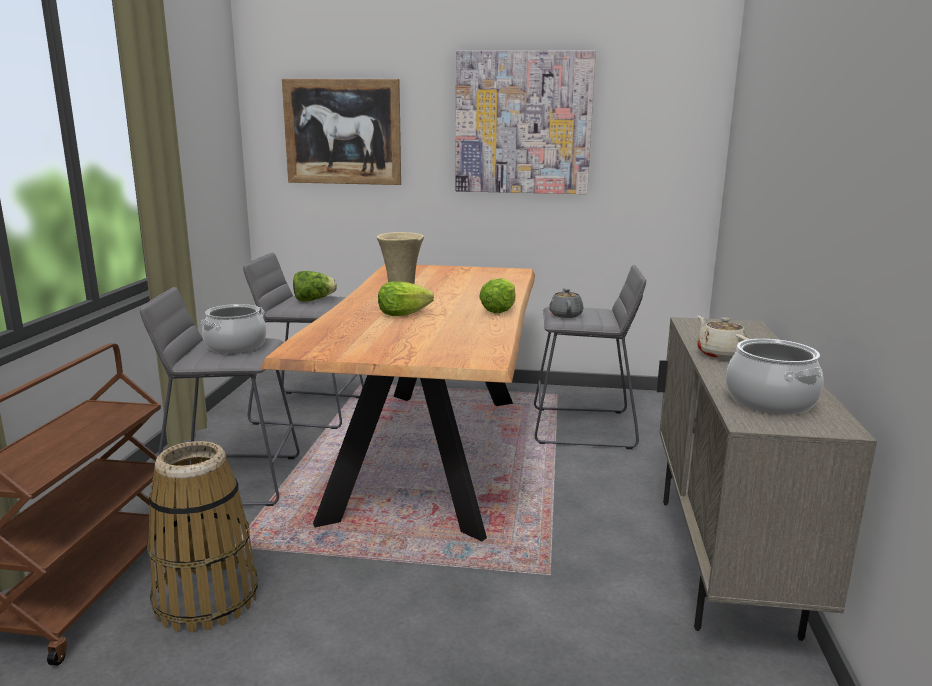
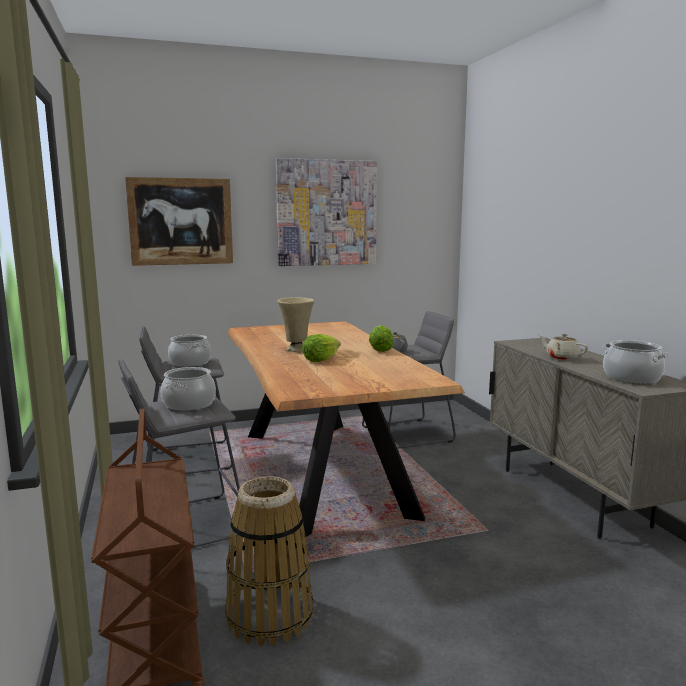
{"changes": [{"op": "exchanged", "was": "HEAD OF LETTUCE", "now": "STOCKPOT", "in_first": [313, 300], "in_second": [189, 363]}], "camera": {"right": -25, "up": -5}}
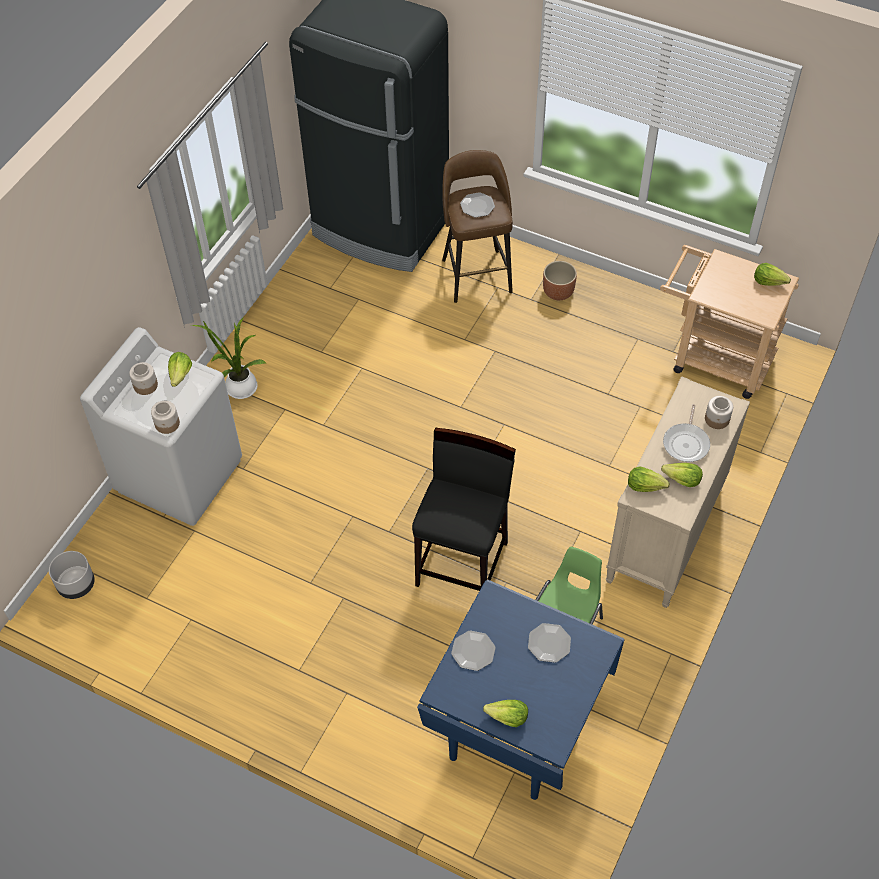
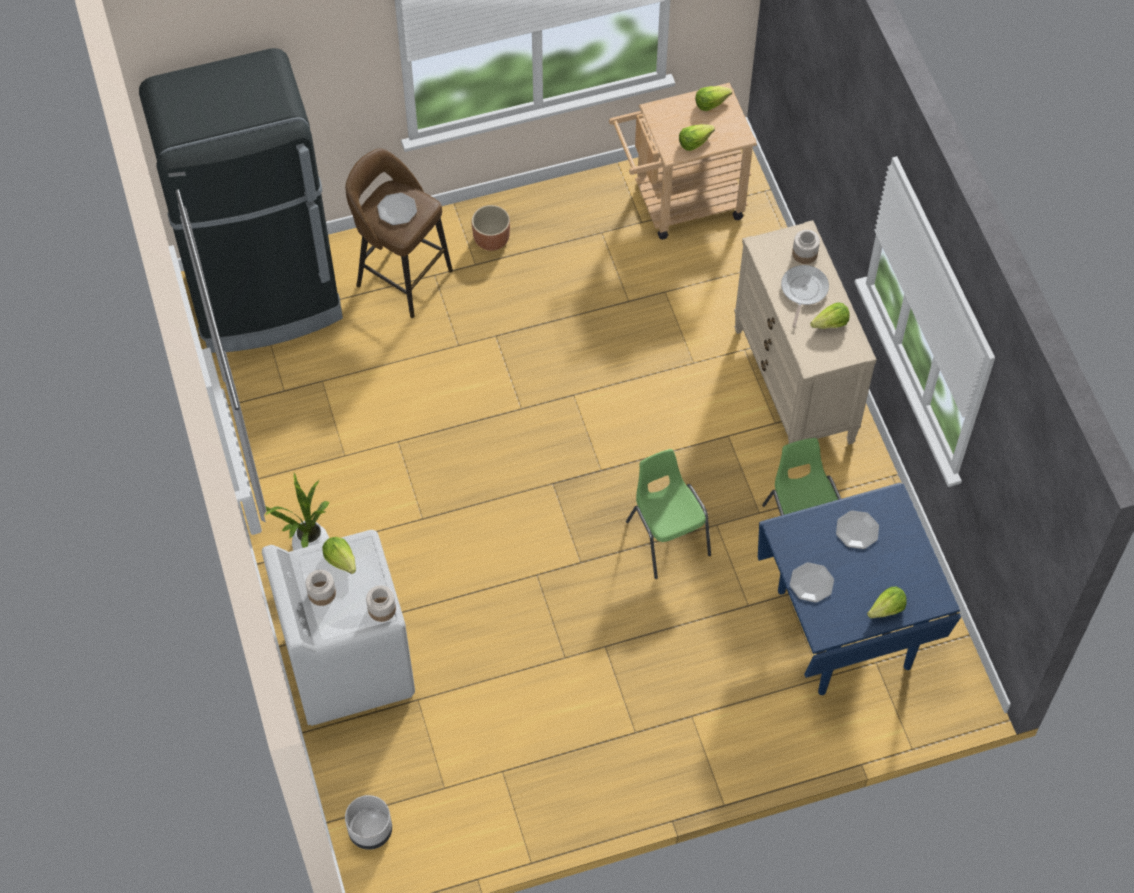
{"changes": [{"op": "exchanged", "was": "BLACK STOOL", "now": "GREENISH UPRIGHT CHAIR", "in_first": [463, 563], "in_second": [667, 538]}, {"op": "relocated", "was": "HEAD OF LETTUCE", "in_first": [645, 485], "in_second": [694, 141]}, {"op": "spun", "was": "FRYING PAN", "in_first": [686, 443], "in_second": [803, 291], "clockwise": -135}], "camera": {"right": -45, "up": 5}}
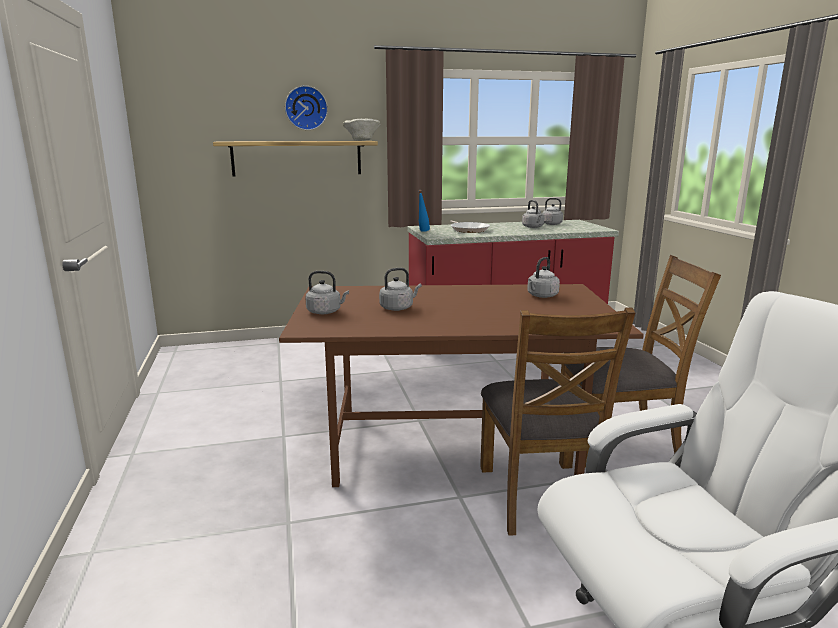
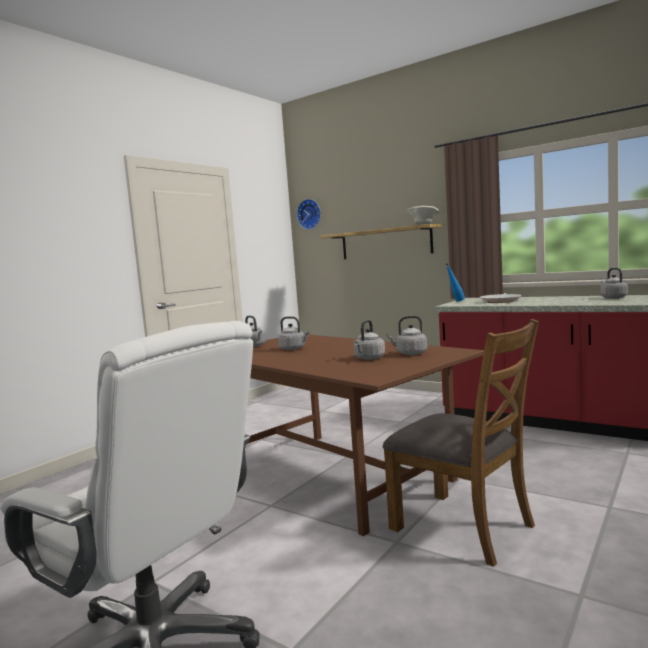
{"changes": [{"op": "relocated", "was": "CLOCK ON THE WALL", "in_first": [306, 108], "in_second": [310, 214]}, {"op": "relocated", "was": "GREY WATER KETTLE", "in_first": [533, 227], "in_second": [369, 358]}, {"op": "missing", "was": "BROWN-COLOURED UPRIGHT CHAIR", "in_first": [540, 496]}], "camera": {"right": 50, "up": -10}}
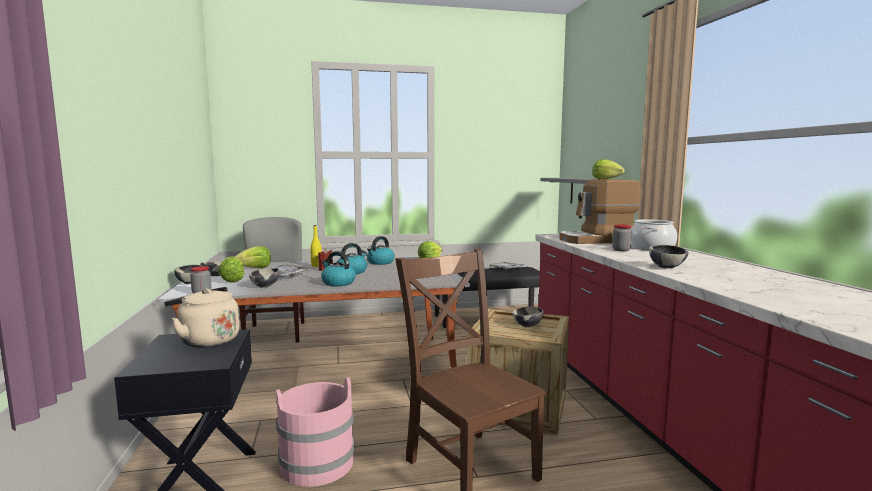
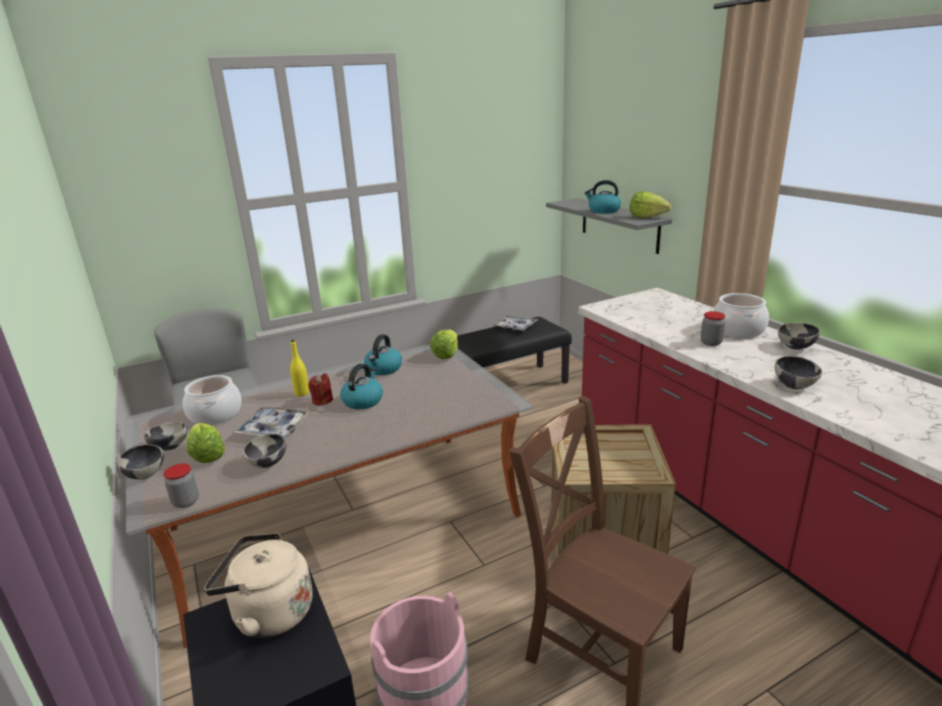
{"changes": [{"op": "exchanged", "was": "HEAD OF LETTUCE", "now": "STOCKPOT", "in_first": [255, 268], "in_second": [215, 414]}, {"op": "relocated", "was": "WATER KETTLE", "in_first": [337, 283], "in_second": [603, 211]}, {"op": "relocated", "was": "SERVING BOWL", "in_first": [527, 326], "in_second": [796, 347]}, {"op": "missing", "was": "COFFEE BREWER", "in_first": [597, 240]}], "camera": {"right": -15, "up": 15}}
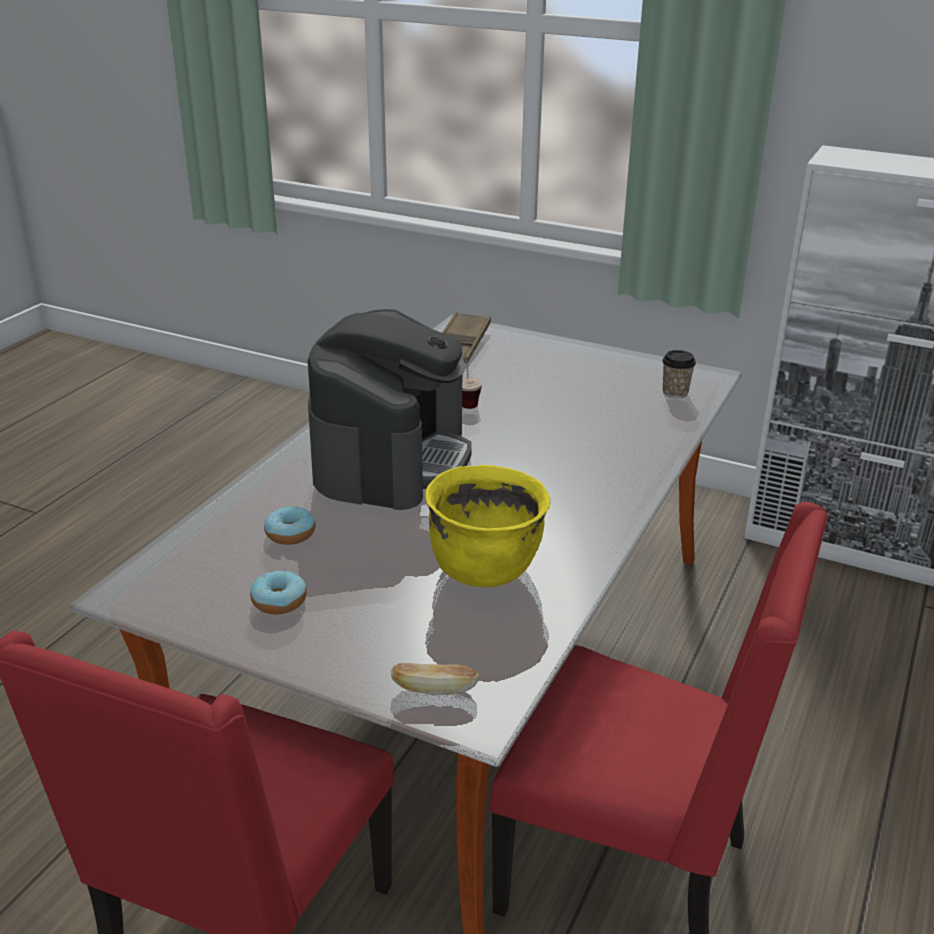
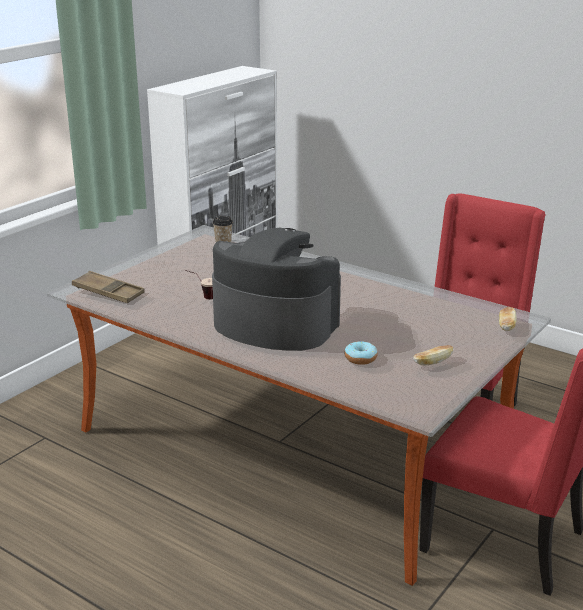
{"changes": [{"op": "exchanged", "was": "DONUT", "now": "BAKED BREAD", "in_first": [279, 601], "in_second": [432, 363]}, {"op": "missing", "was": "YELLOW-COLOURED STOCKPOT", "in_first": [485, 568]}], "camera": {"right": -80, "up": -5}}
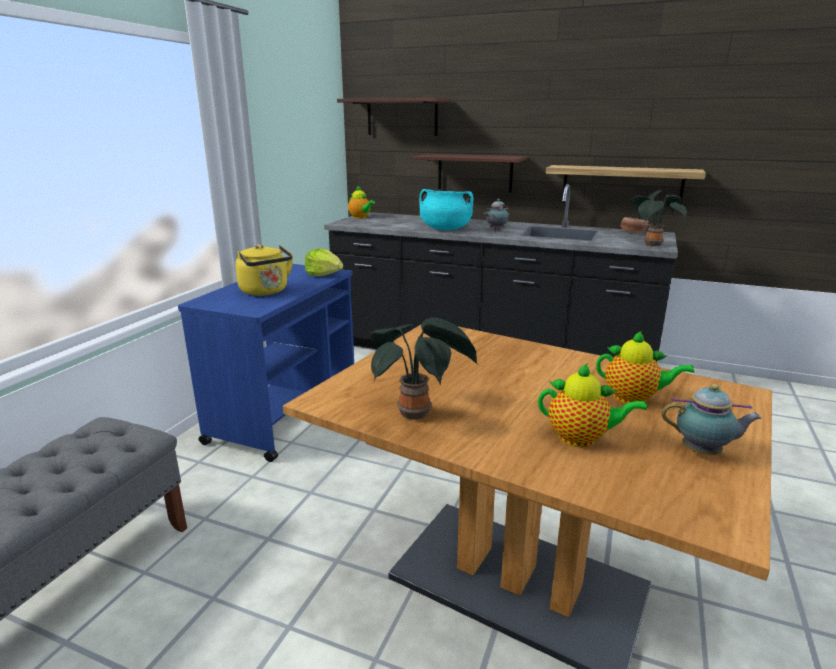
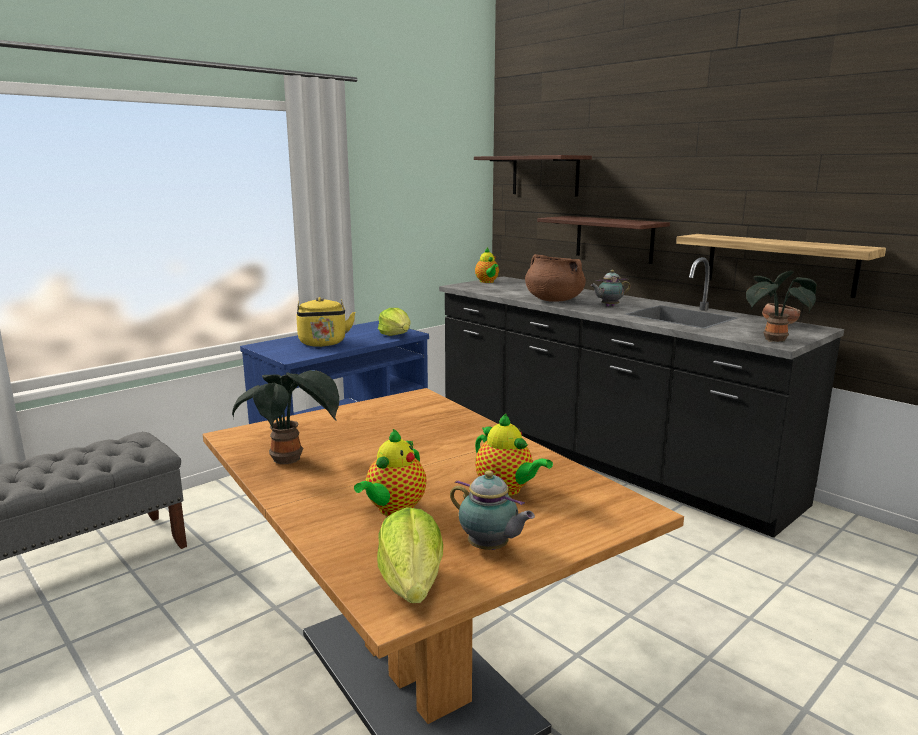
{"changes": [{"op": "spun", "was": "TEA POT", "in_first": [581, 438], "in_second": [393, 509], "clockwise": 75}, {"op": "appeared", "now": "HEAD OF LETTUCE", "in_second": [412, 585]}, {"op": "colour", "was": "TURQUOISE STOCKPOT", "now": "BROWN-COLOURED STOCKPOT", "in_first": [445, 229], "in_second": [553, 300]}], "camera": {"right": 25, "up": -5}}
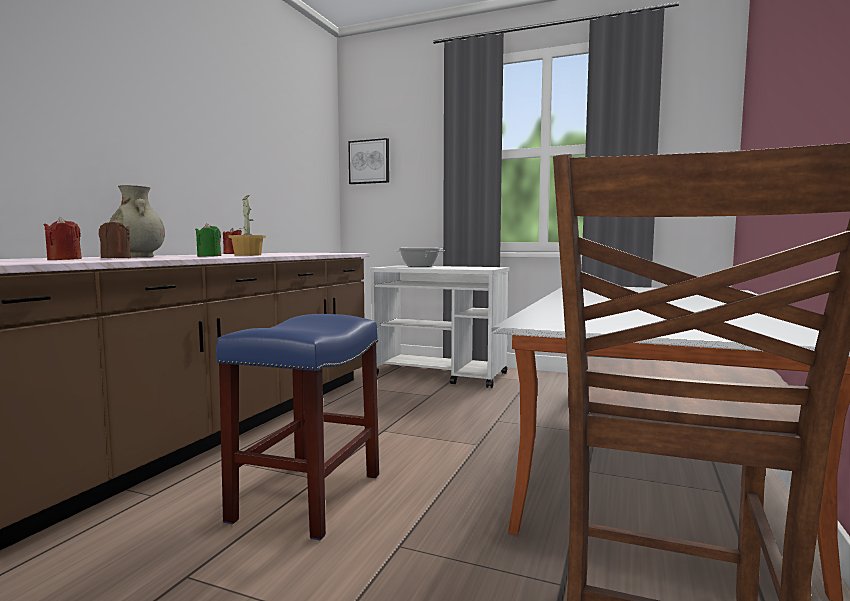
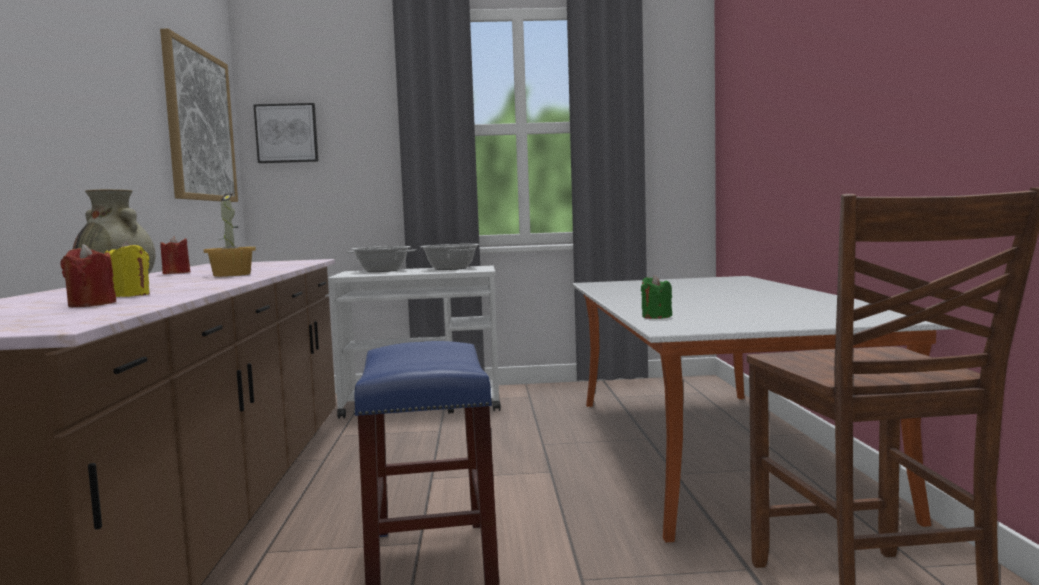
{"changes": [{"op": "colour", "was": "BROWN-COLOURED WAX LIGHT", "now": "YELLOW-COLOURED WAX LIGHT", "in_first": [116, 258], "in_second": [129, 296]}, {"op": "appeared", "now": "PICTURE", "in_second": [199, 125]}, {"op": "appeared", "now": "STOCKPOT", "in_second": [451, 268]}, {"op": "relocated", "was": "GREENISH WAX LIGHT", "in_first": [209, 256], "in_second": [656, 316]}], "camera": {"right": -25, "up": 0}}
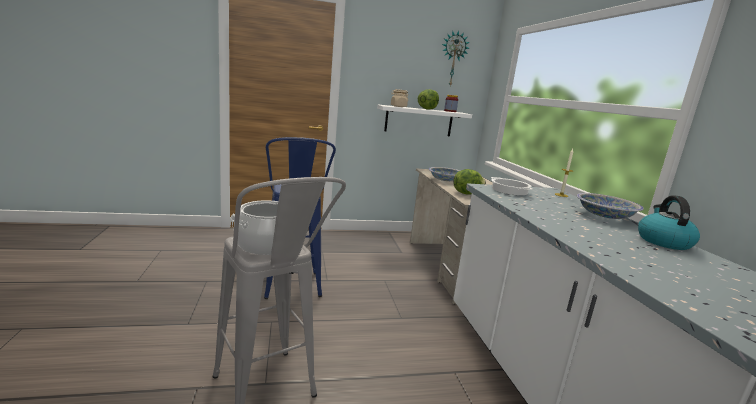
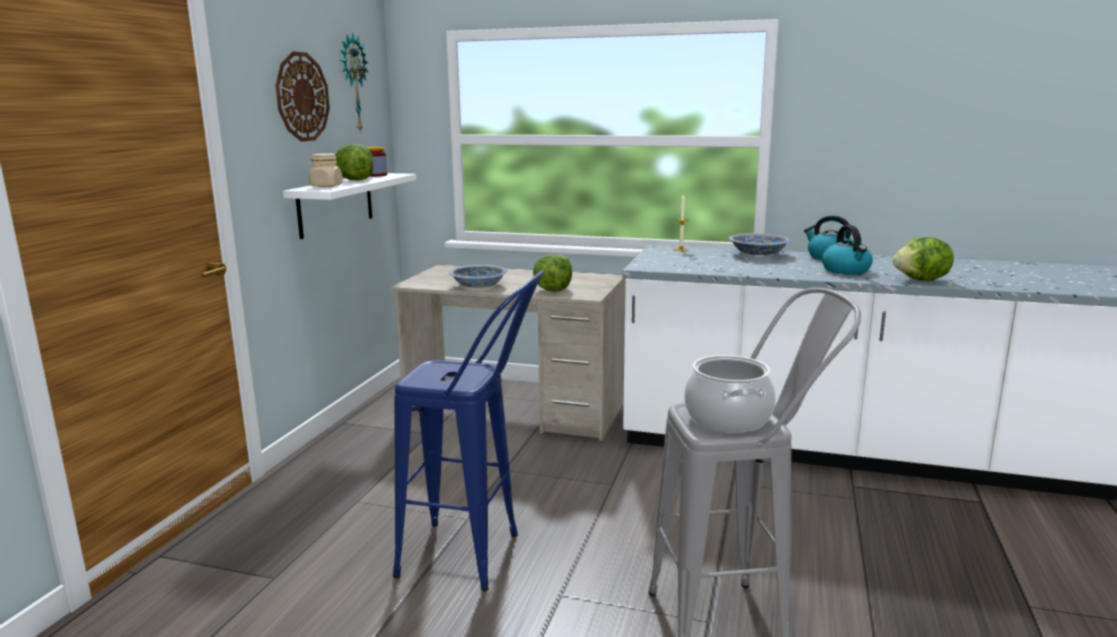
{"changes": [{"op": "appeared", "now": "CLOCK ON THE WALL", "in_second": [302, 97]}, {"op": "appeared", "now": "WATER KETTLE", "in_second": [846, 270]}, {"op": "appeared", "now": "HEAD OF LETTUCE", "in_second": [922, 280]}, {"op": "missing", "was": "STOCKPOT", "in_first": [510, 190]}], "camera": {"right": -60, "up": 0}}
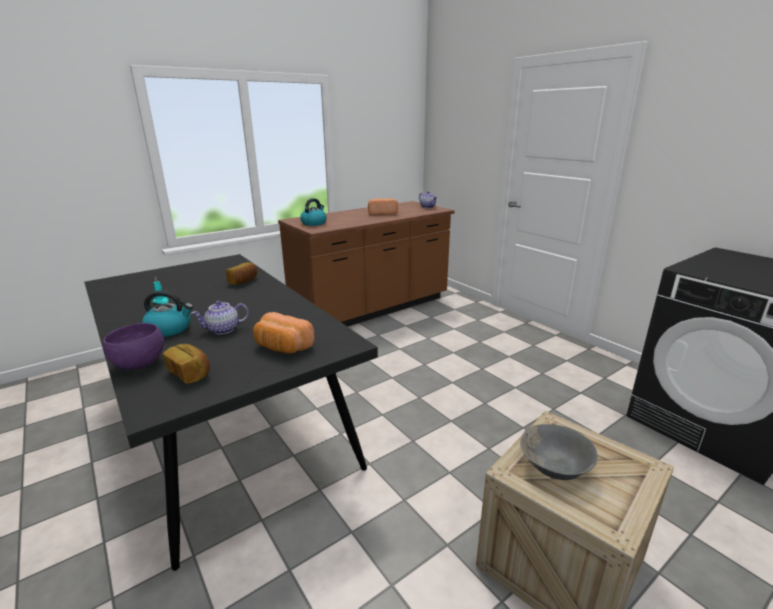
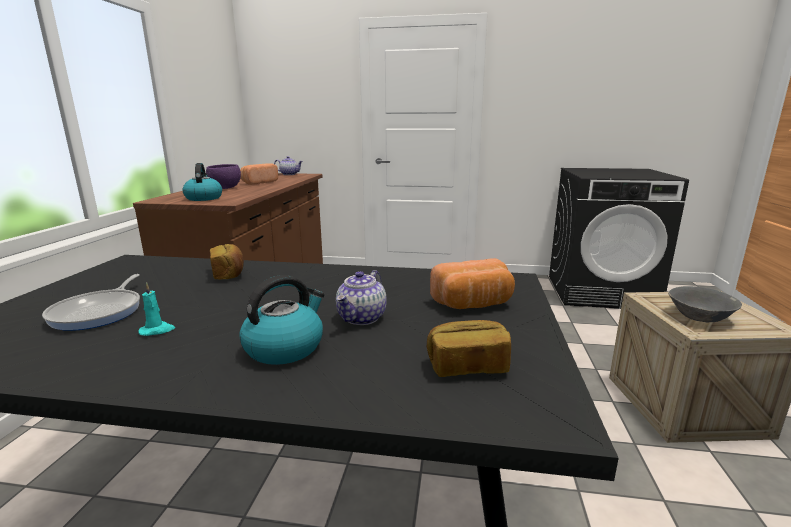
{"changes": [{"op": "appeared", "now": "FRYING PAN", "in_second": [100, 312]}, {"op": "relocated", "was": "PURPLE SERVING BOWL", "in_first": [140, 364], "in_second": [225, 188]}], "camera": {"right": -45, "up": -5}}
